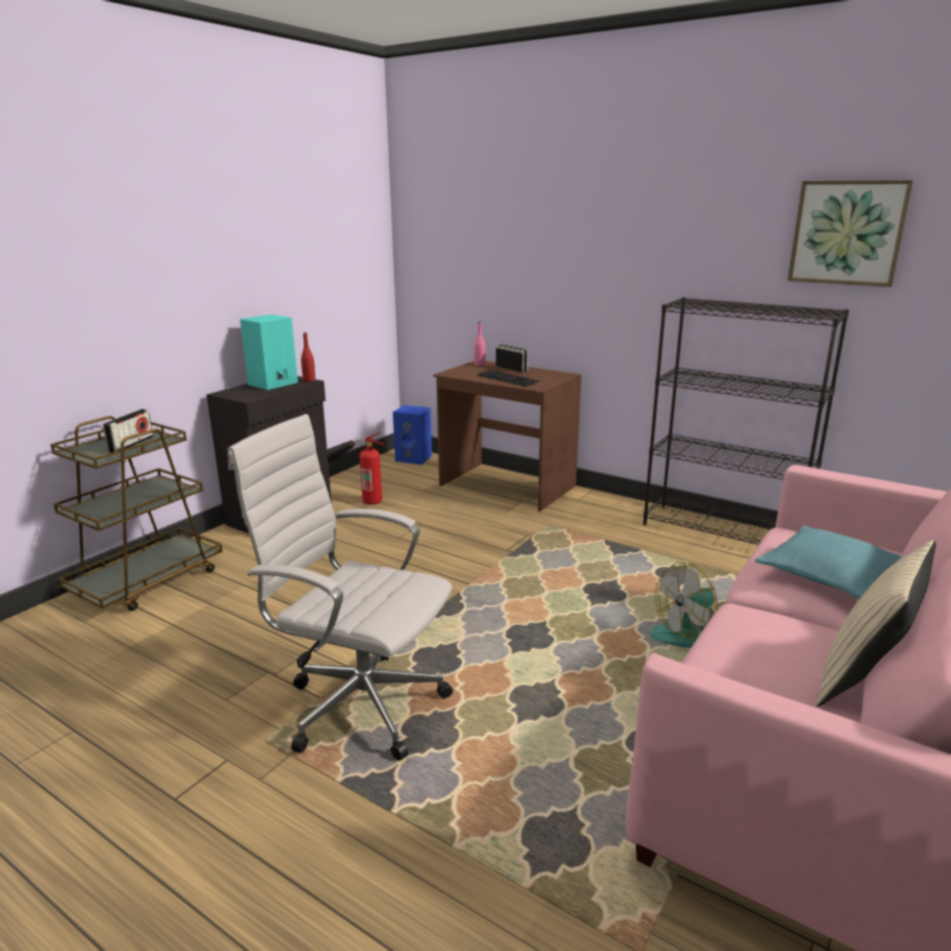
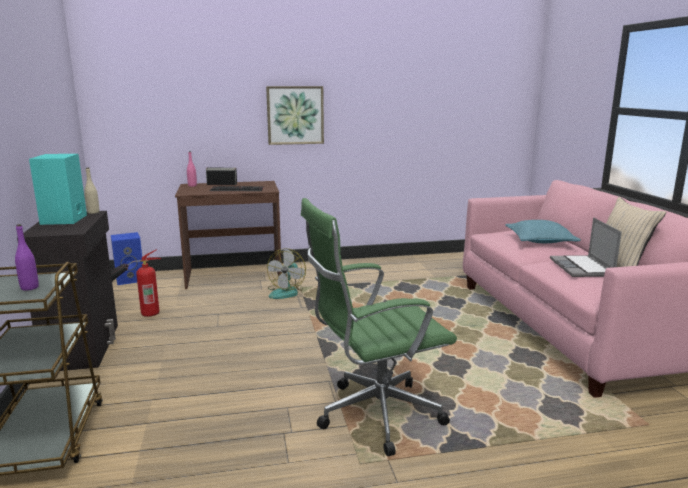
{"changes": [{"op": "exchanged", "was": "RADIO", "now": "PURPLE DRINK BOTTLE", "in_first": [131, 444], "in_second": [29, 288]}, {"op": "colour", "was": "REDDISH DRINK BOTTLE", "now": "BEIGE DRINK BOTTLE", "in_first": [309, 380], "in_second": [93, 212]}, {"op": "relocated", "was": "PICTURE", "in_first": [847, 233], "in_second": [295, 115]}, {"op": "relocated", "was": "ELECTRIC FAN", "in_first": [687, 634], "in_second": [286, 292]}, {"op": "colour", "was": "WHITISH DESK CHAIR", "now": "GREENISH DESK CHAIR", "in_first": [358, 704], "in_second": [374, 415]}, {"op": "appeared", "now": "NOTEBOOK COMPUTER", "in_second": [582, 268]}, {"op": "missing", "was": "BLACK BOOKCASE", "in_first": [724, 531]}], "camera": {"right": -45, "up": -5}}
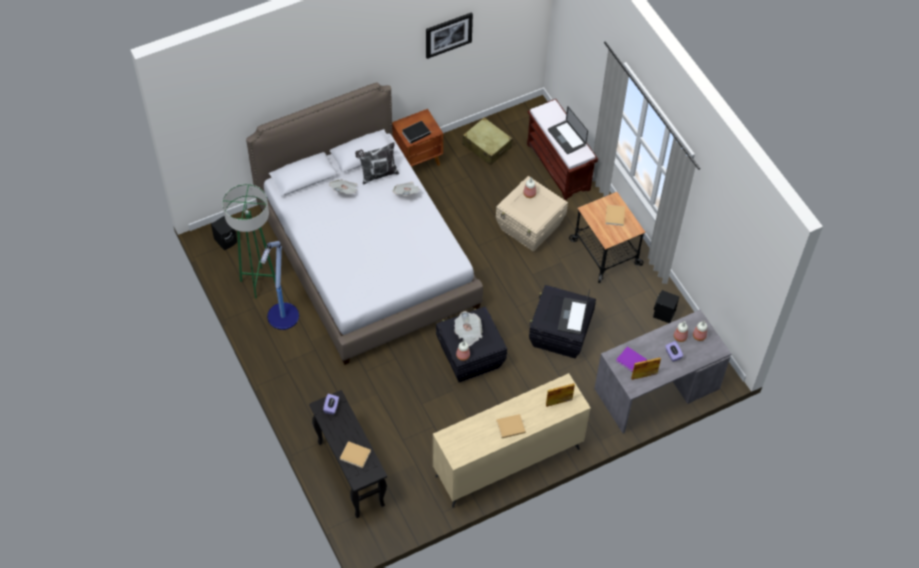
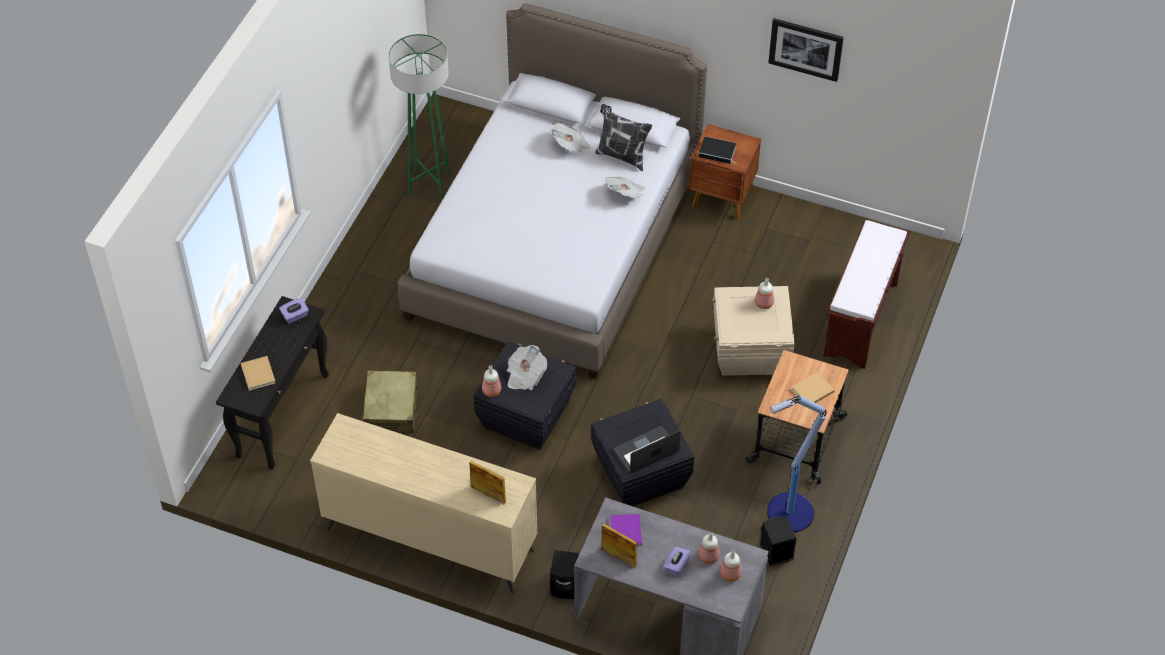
{"changes": [{"op": "relocated", "was": "BEIGE SUITCASE", "in_first": [486, 146], "in_second": [391, 409]}, {"op": "relocated", "was": "BLACK AUDIO SPEAKER", "in_first": [226, 240], "in_second": [566, 586]}, {"op": "relocated", "was": "STANDING LAMP", "in_first": [283, 317], "in_second": [788, 513]}, {"op": "missing", "was": "BEIGE VOLUME", "in_first": [510, 427]}, {"op": "missing", "was": "NOTEBOOK COMPUTER", "in_first": [566, 137]}], "camera": {"right": 50, "up": -5}}
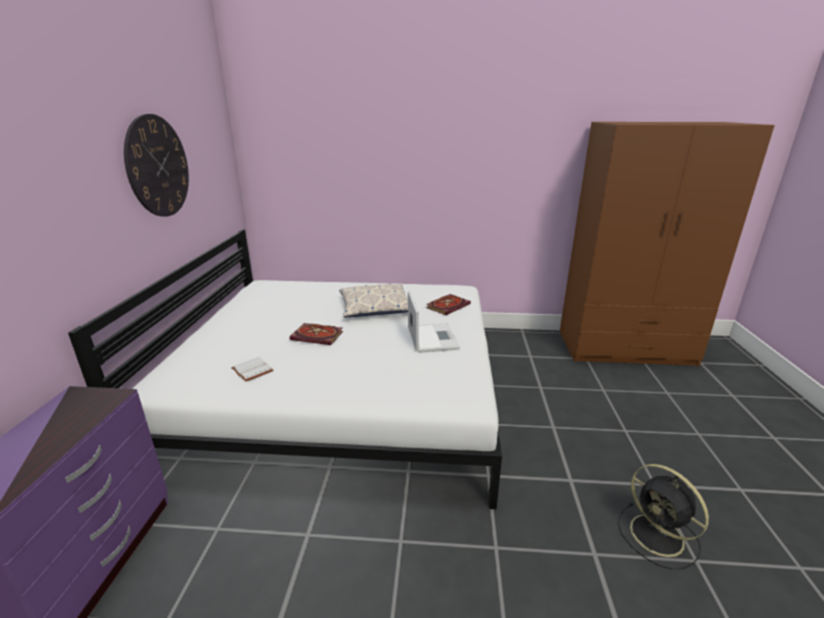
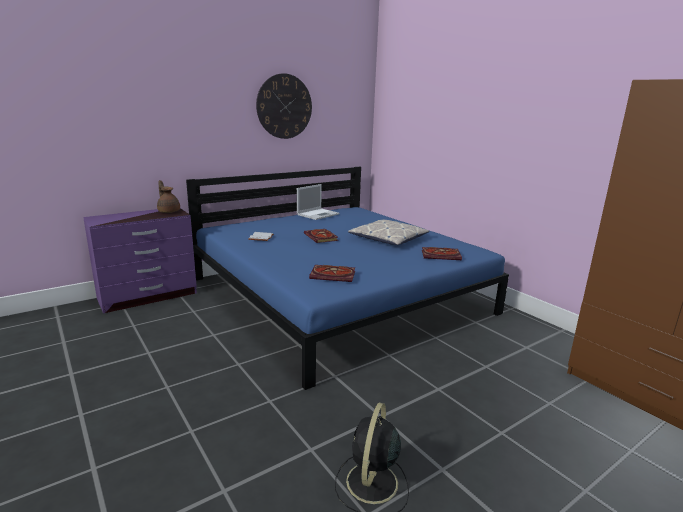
{"changes": [{"op": "appeared", "now": "BROWN-COLOURED TEA POT", "in_second": [169, 211]}, {"op": "colour", "was": "WHITISH BEDROOM BED", "now": "BLUE BEDROOM BED", "in_first": [341, 392], "in_second": [339, 295]}, {"op": "relocated", "was": "NOTEBOOK COMPUTER", "in_first": [432, 338], "in_second": [318, 214]}, {"op": "appeared", "now": "VOLUME", "in_second": [334, 275]}], "camera": {"right": 50, "up": -5}}
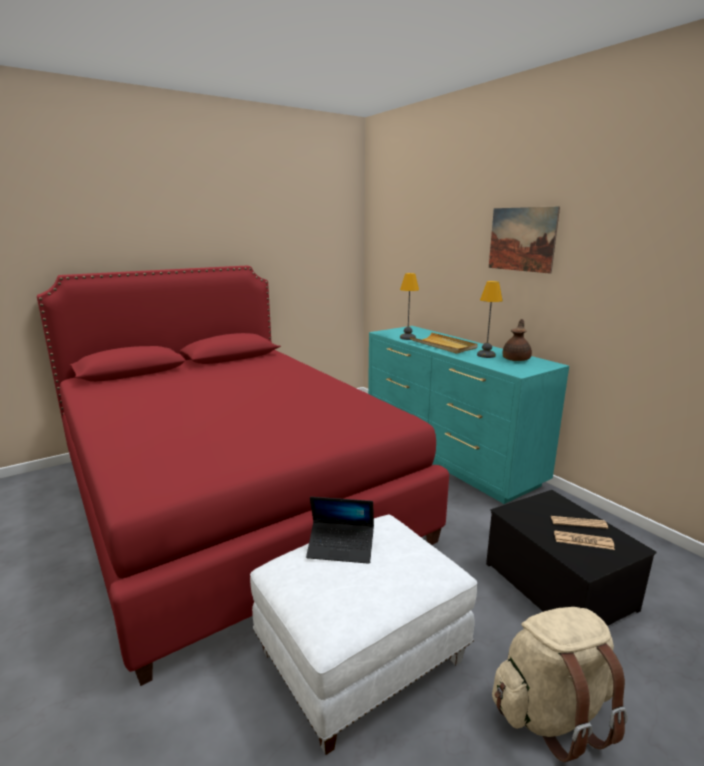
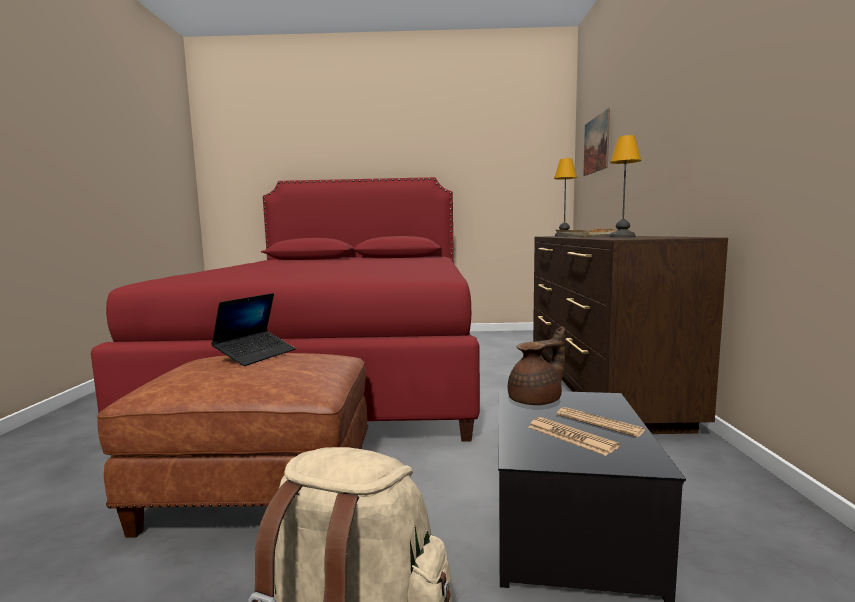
{"changes": [{"op": "colour", "was": "WHITISH FOOTREST", "now": "BROWN-COLOURED FOOTREST", "in_first": [362, 655], "in_second": [263, 490]}, {"op": "spun", "was": "NOTEBOOK COMPUTER", "in_first": [341, 548], "in_second": [256, 355], "clockwise": -105}, {"op": "relocated", "was": "BROWN-COLOURED TEA POT", "in_first": [516, 359], "in_second": [537, 400]}, {"op": "colour", "was": "TURQUOISE CHEST OF DRAWERS", "now": "BROWN-COLOURED CHEST OF DRAWERS", "in_first": [448, 455], "in_second": [598, 384]}, {"op": "relocated", "was": "PICTURE", "in_first": [522, 239], "in_second": [596, 144]}], "camera": {"right": 35, "up": -10}}
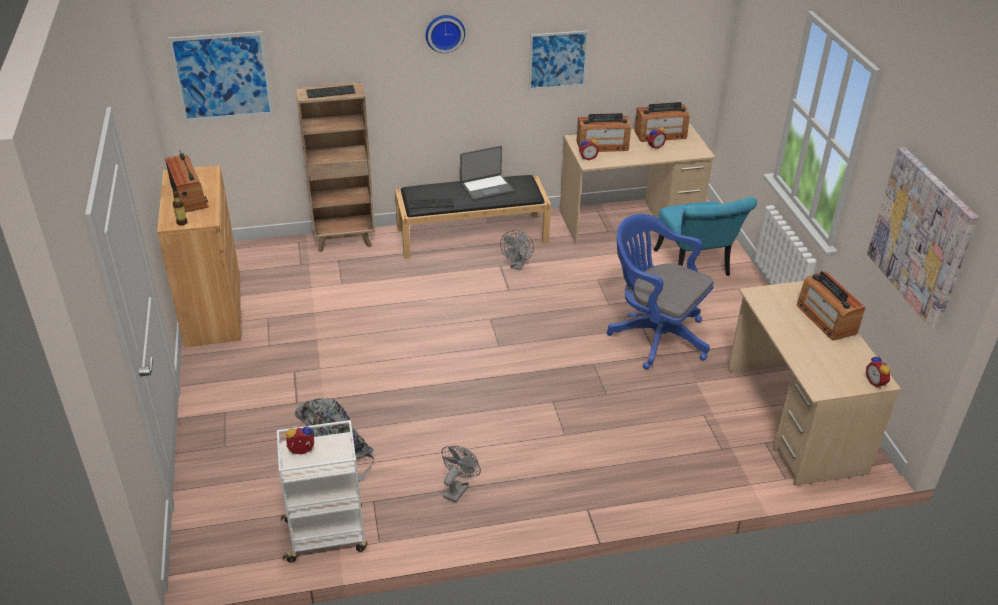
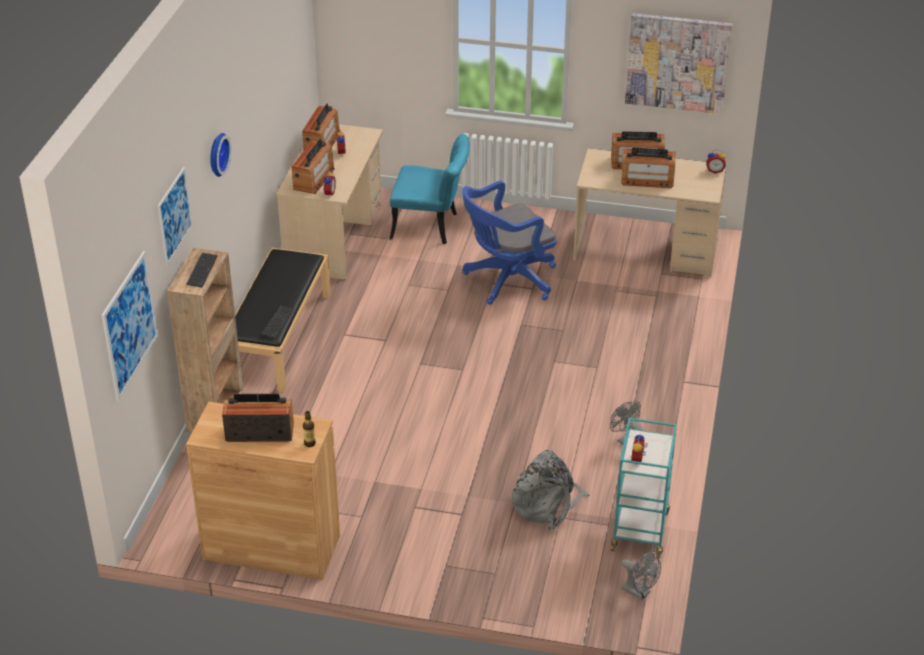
{"changes": [{"op": "relocated", "was": "PICTURE", "in_first": [557, 60], "in_second": [174, 215]}, {"op": "colour", "was": "WHITISH CART", "now": "TURQUOISE CART", "in_first": [327, 535], "in_second": [640, 529]}, {"op": "appeared", "now": "RADIO", "in_second": [647, 180]}, {"op": "relocated", "was": "GREY ELECTRIC FAN", "in_first": [517, 266], "in_second": [639, 592]}, {"op": "missing", "was": "NOTEBOOK COMPUTER", "in_first": [486, 188]}], "camera": {"right": -65, "up": 0}}
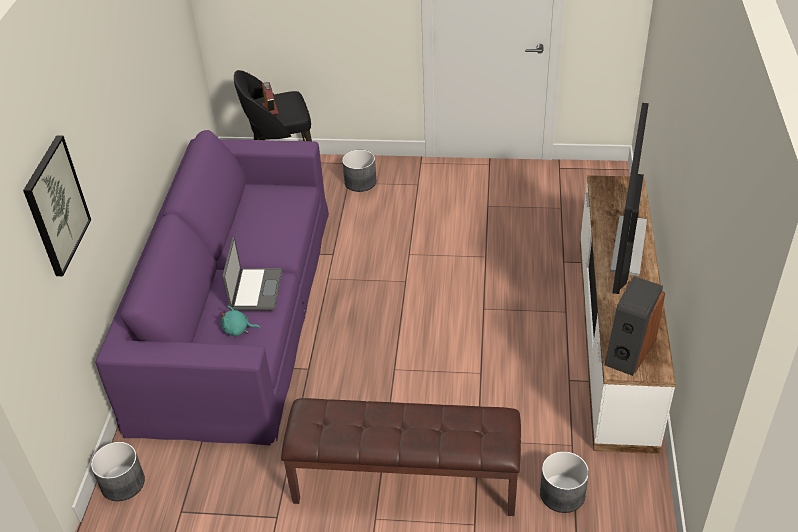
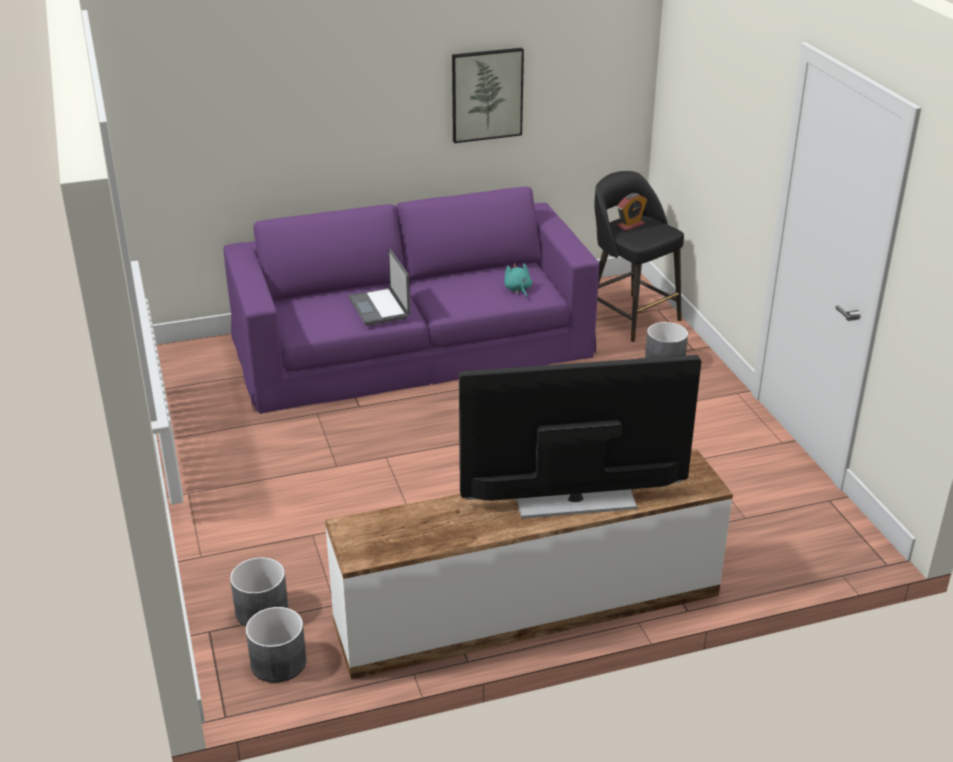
{"changes": [{"op": "relocated", "was": "GREY PLANT POT", "in_first": [122, 483], "in_second": [278, 662]}, {"op": "spun", "was": "NOTEBOOK COMPUTER", "in_first": [255, 290], "in_second": [380, 308], "clockwise": 90}, {"op": "relocated", "was": "PICTURE", "in_first": [56, 206], "in_second": [486, 94]}, {"op": "relocated", "was": "TURQUOISE SOFT TOY", "in_first": [238, 330], "in_second": [518, 289]}, {"op": "missing", "was": "BROWN-COLOURED LONG SEAT", "in_first": [404, 483]}, {"op": "missing", "was": "AUDIO SPEAKER", "in_first": [629, 350]}], "camera": {"right": 65, "up": -10}}
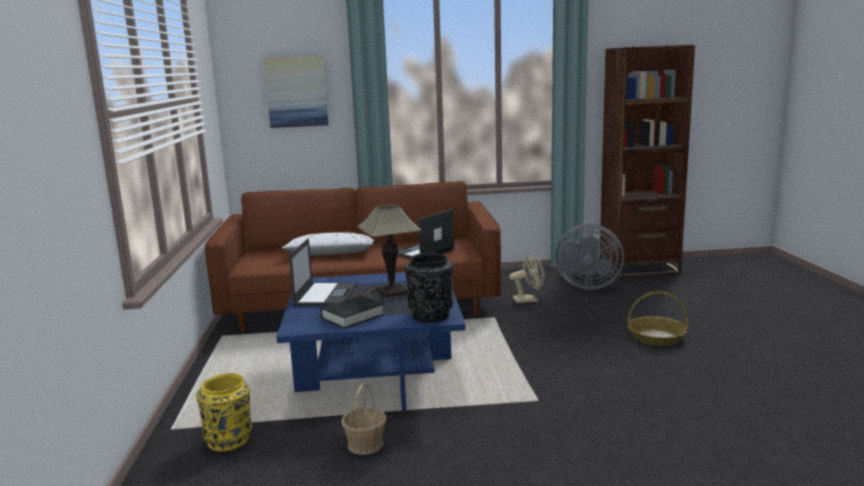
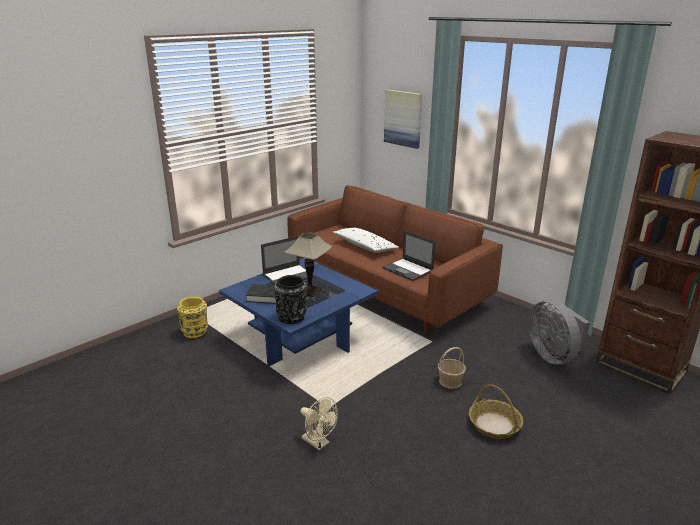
{"changes": [{"op": "relocated", "was": "BEIGE ELECTRIC FAN", "in_first": [529, 300], "in_second": [319, 443]}, {"op": "spun", "was": "NOTEBOOK COMPUTER", "in_first": [423, 252], "in_second": [408, 270], "clockwise": -135}, {"op": "relocated", "was": "BASKET", "in_first": [366, 444], "in_second": [450, 381]}], "camera": {"right": 50, "up": 10}}
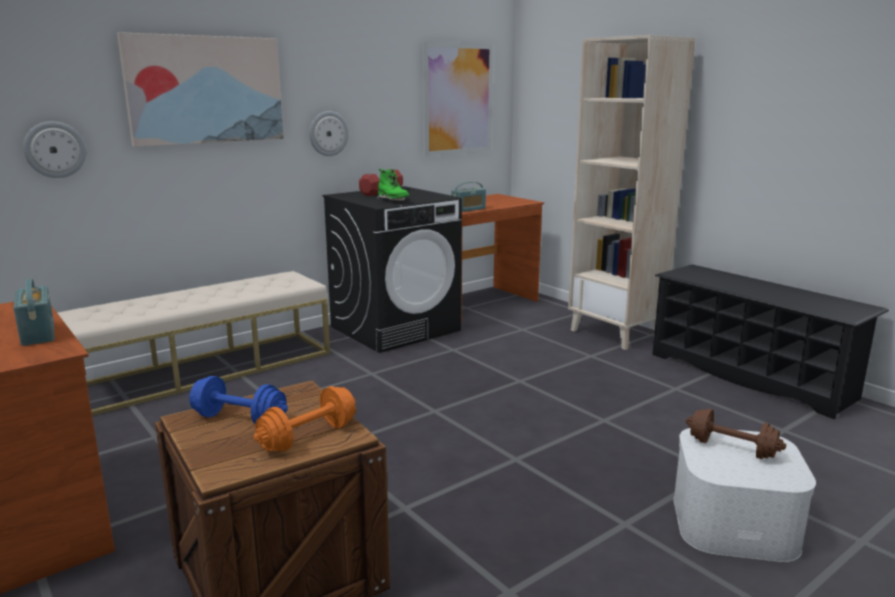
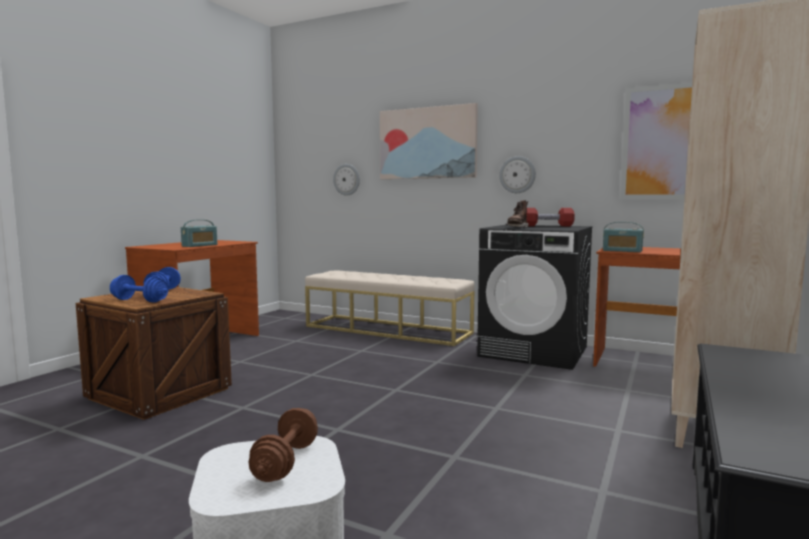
{"changes": [{"op": "colour", "was": "ORANGE-COLOURED FREE WEIGHT", "now": "BLUE FREE WEIGHT", "in_first": [308, 437], "in_second": [139, 301]}, {"op": "colour", "was": "GREENISH BOOT", "now": "BROWN-COLOURED BOOT", "in_first": [393, 201], "in_second": [517, 227]}], "camera": {"right": 65, "up": -10}}
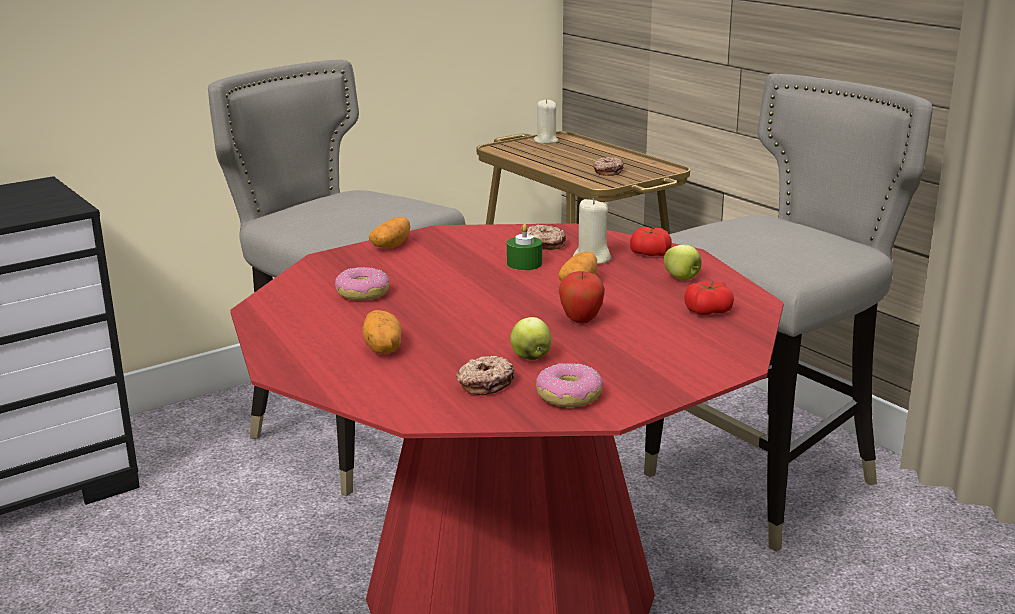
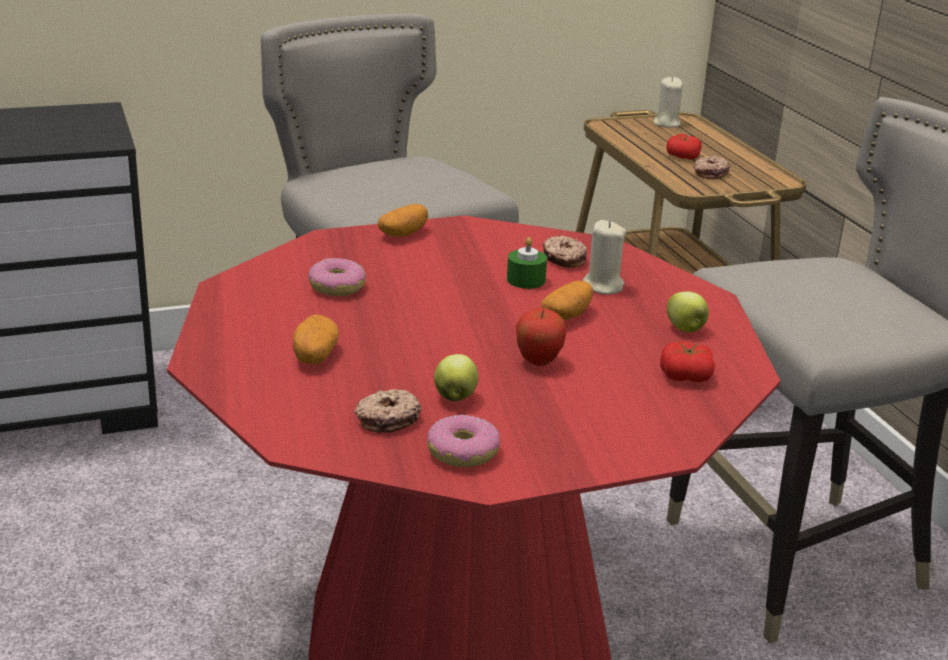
{"changes": [{"op": "relocated", "was": "TOMATO", "in_first": [650, 253], "in_second": [682, 156]}], "camera": {"right": 15, "up": 5}}
